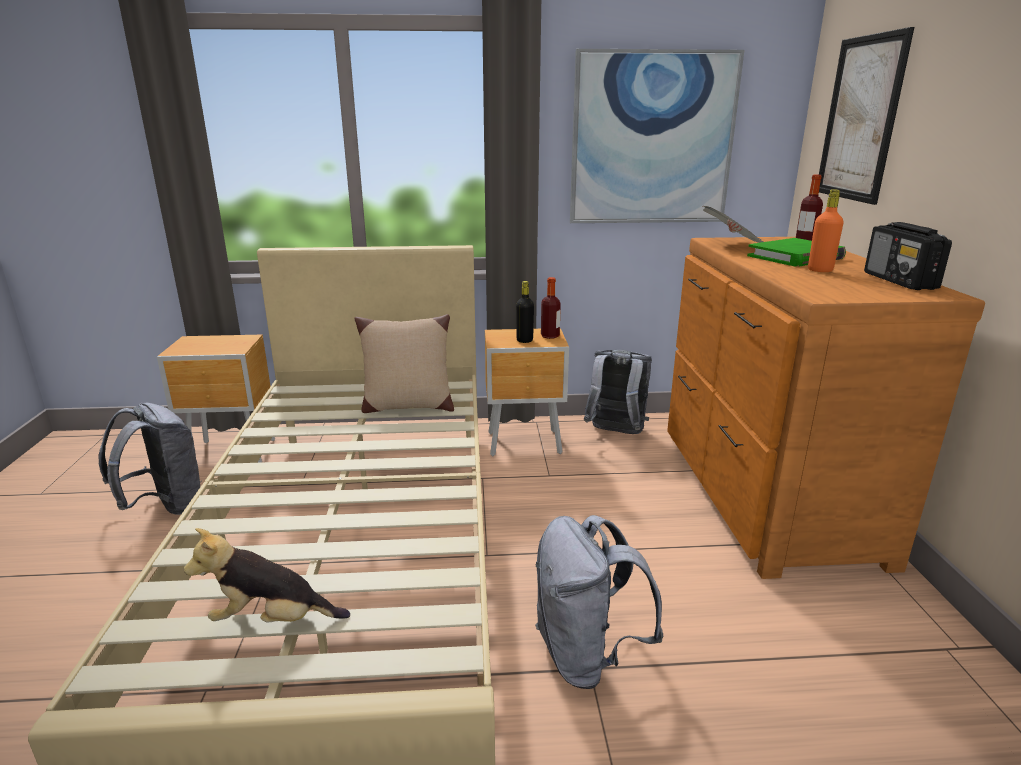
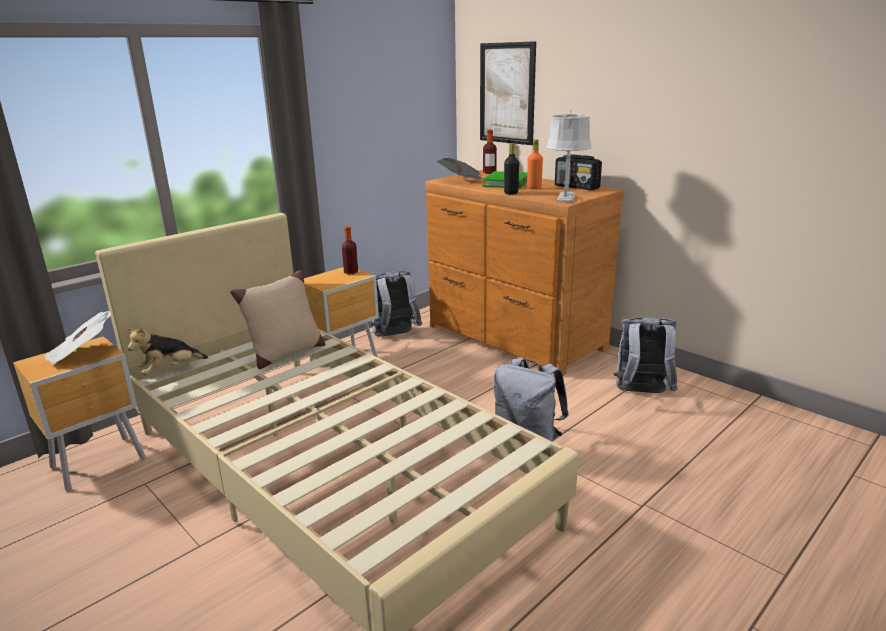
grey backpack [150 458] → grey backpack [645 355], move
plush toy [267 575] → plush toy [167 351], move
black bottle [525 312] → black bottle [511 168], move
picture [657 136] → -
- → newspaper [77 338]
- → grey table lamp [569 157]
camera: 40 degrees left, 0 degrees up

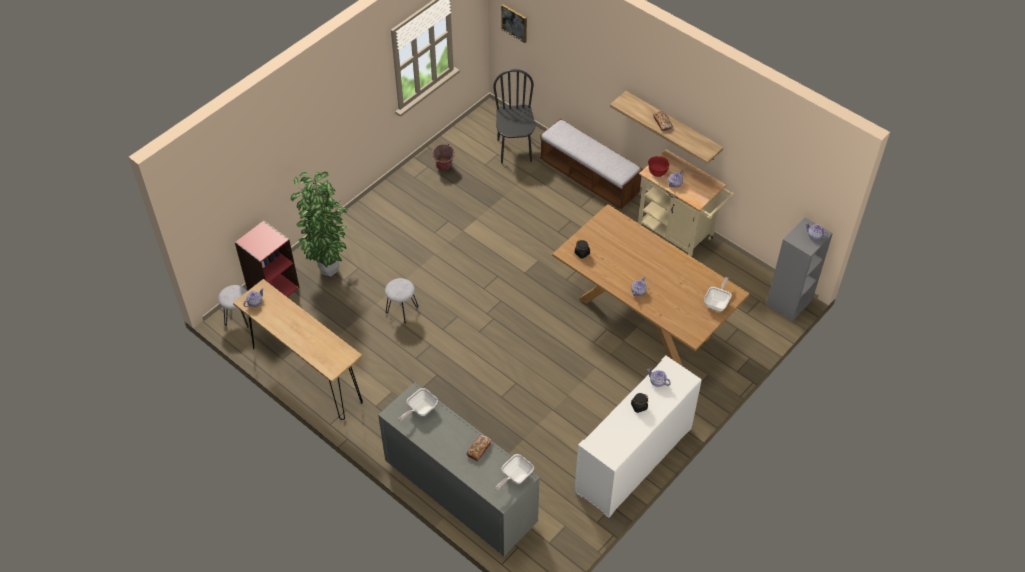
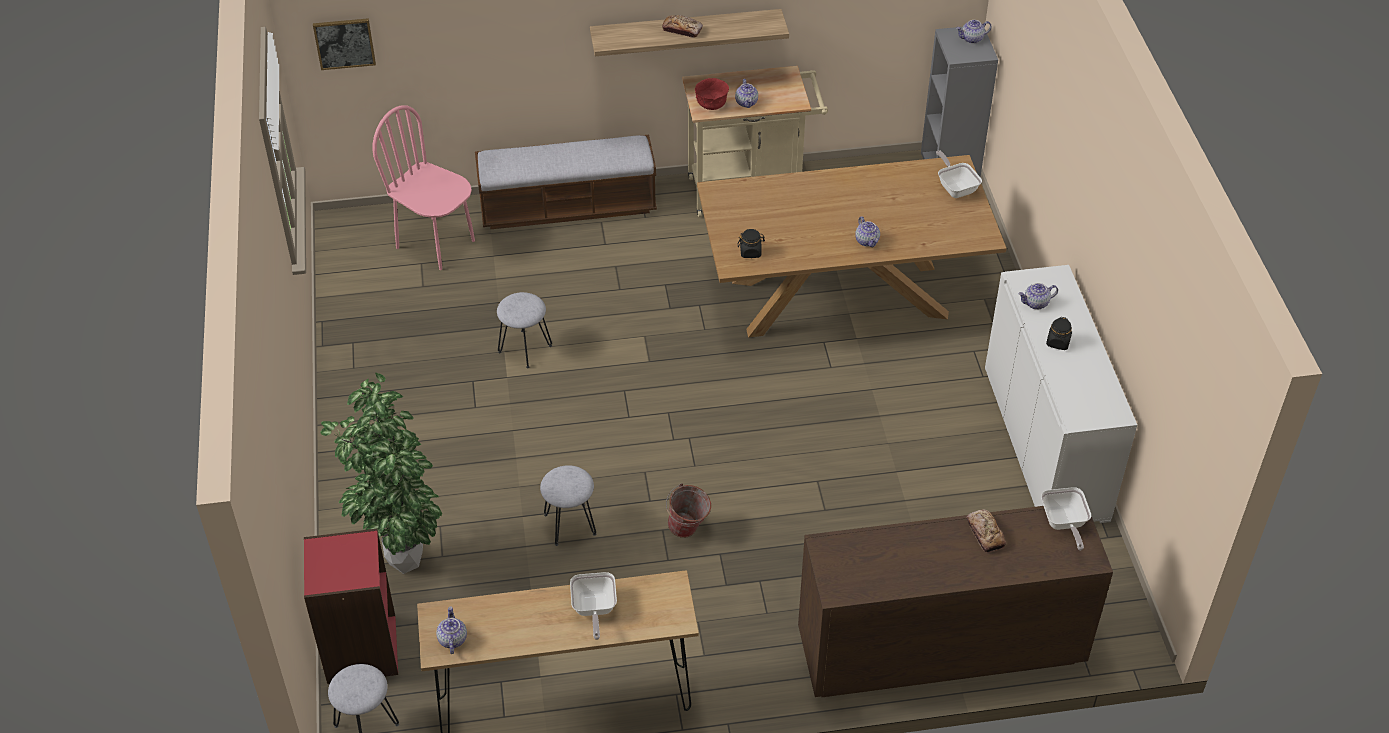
grey dresser [459 469] → brown dresser [955 601]
frying pan [418 405] → frying pan [593 606], move
bucket [443 157] → bucket [688 510], move
black chair [514 116] → pink chair [423 187]
- → grey stool [524 330]
camera: 50 degrees left, 5 degrees down

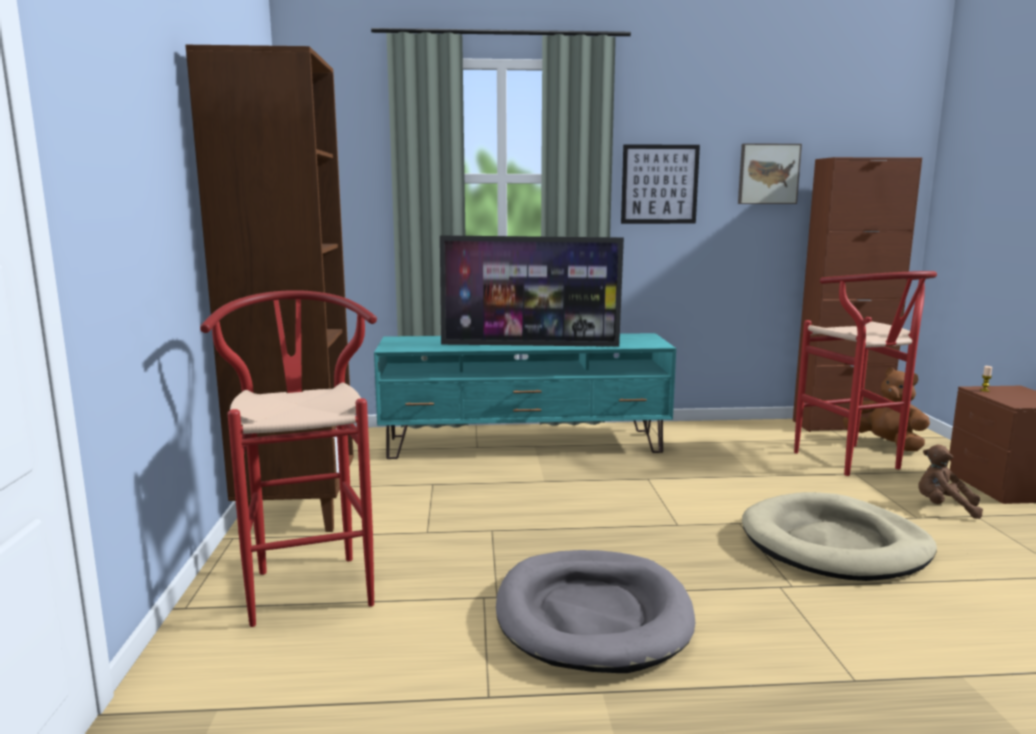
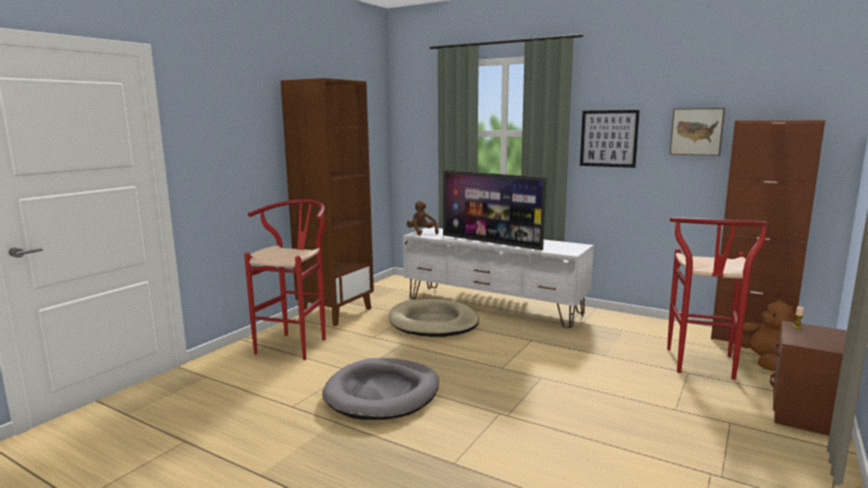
turquoise tv stand [525 396] → white tv stand [498 277]
beige dog bed [839 536] → beige dog bed [434 318], move
brown plush toy [950 482] → brown plush toy [423 217], move
camera: 35 degrees right, 0 degrees up

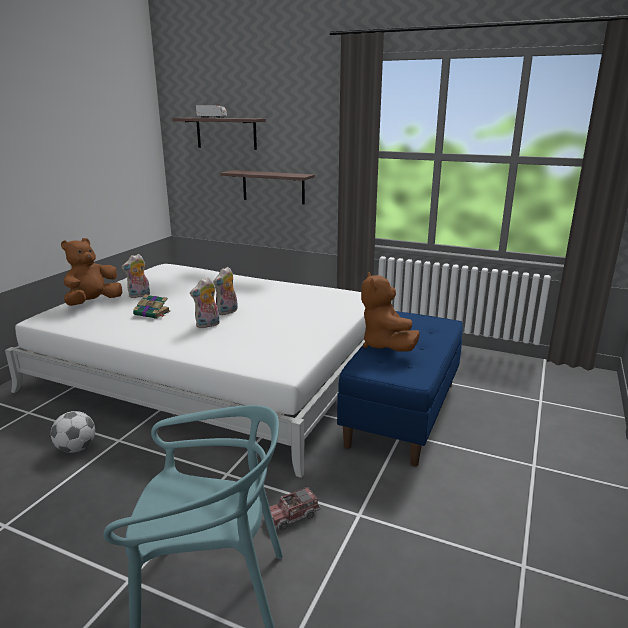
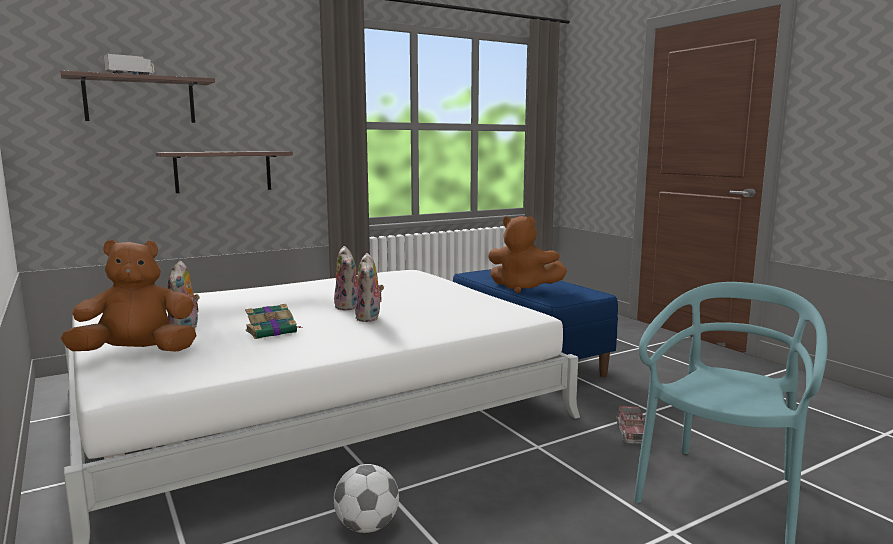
brown plush toy [91 272] → brown plush toy [129 296], 90 degrees clockwise
camera: 55 degrees left, 10 degrees down

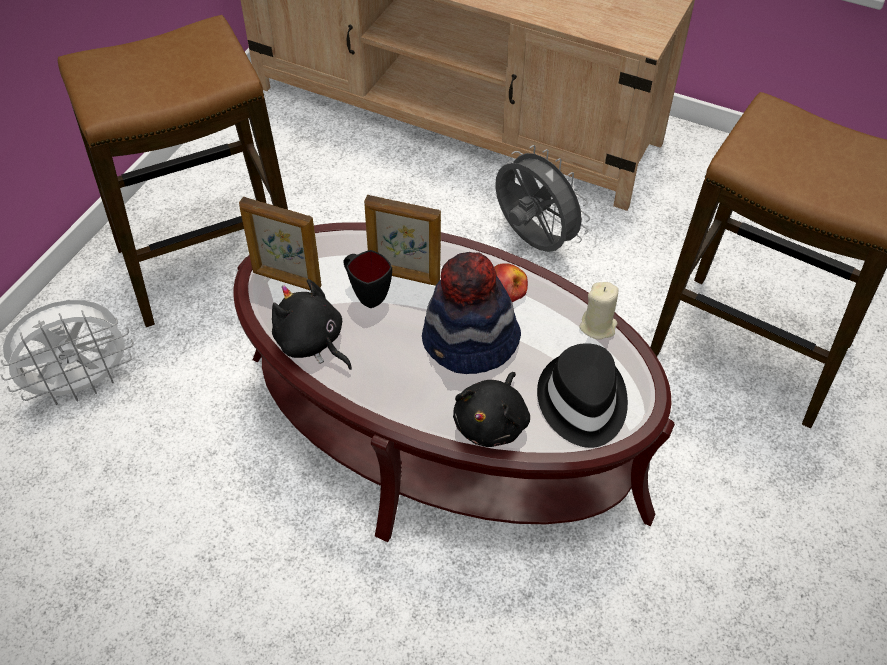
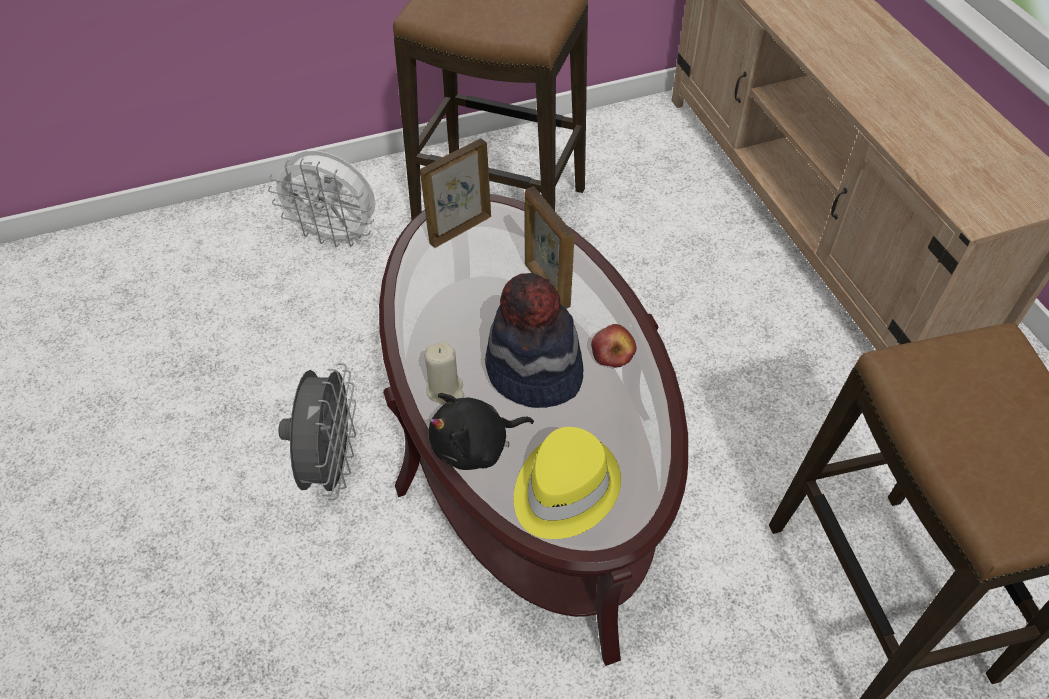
picture frame [280 243] → picture frame [455 193], 75 degrees clockwise
black plush toy [312 324] → -
black mug [367 279] → -
grey fan [542 198] → grey fan [317 431], move
black hat [582 395] → yellow hat [567 483]
beige candle [599 311] → beige candle [444 373], move
camera: 45 degrees right, 0 degrees up

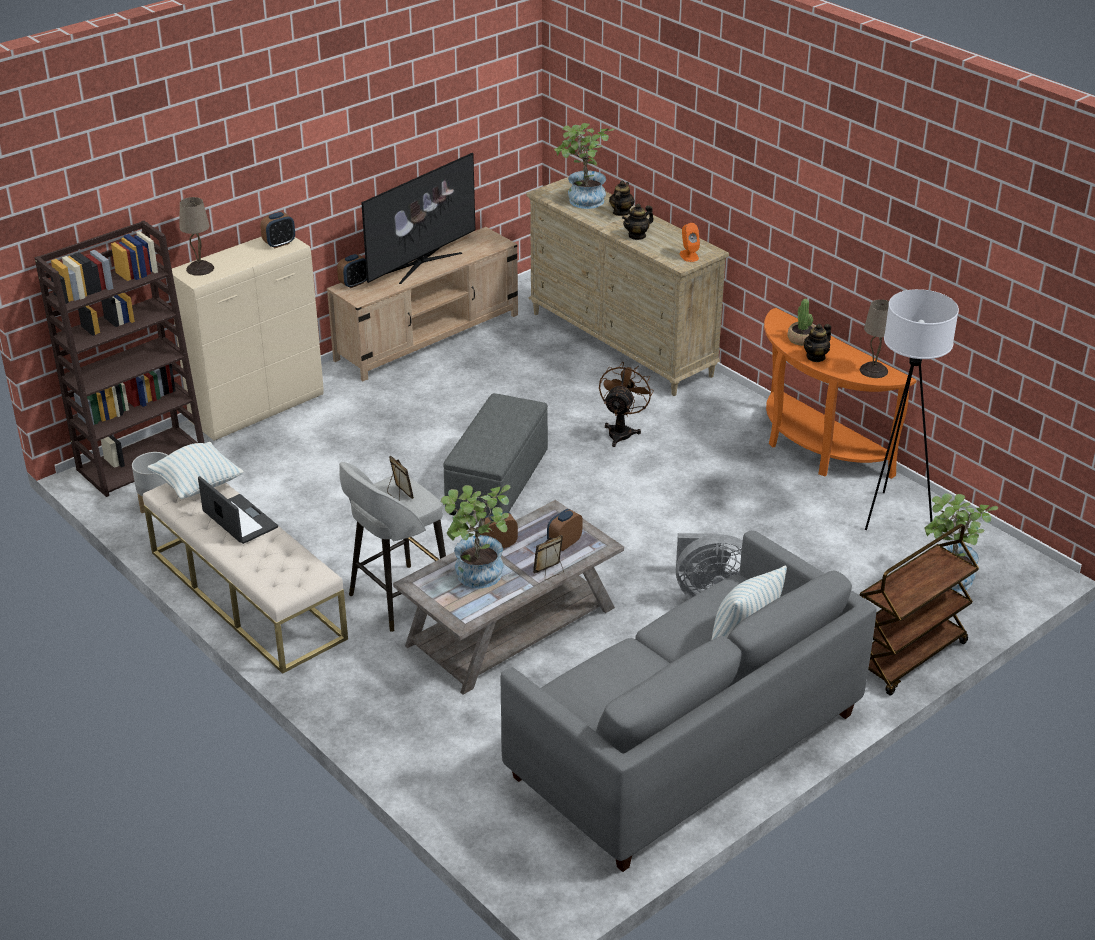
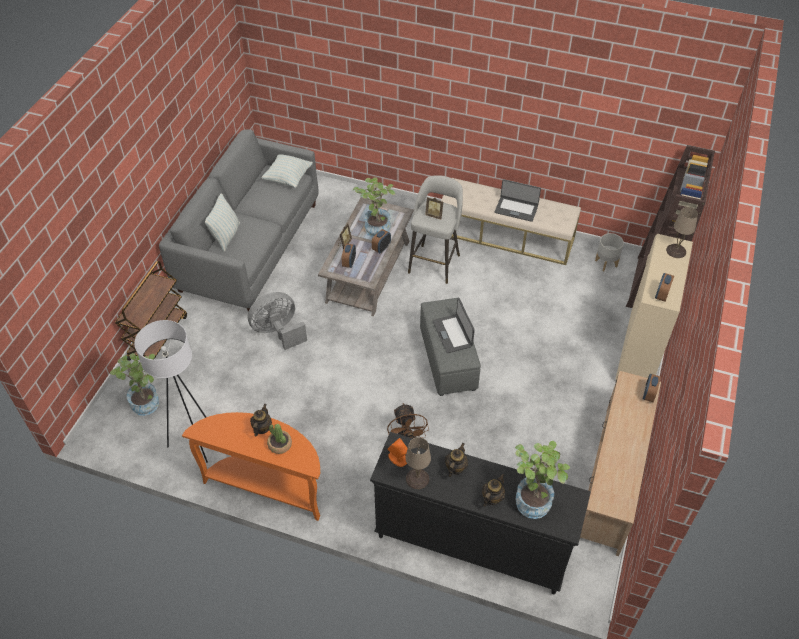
pillow [196 470] → pillow [287 171], move
television [418 218] → -
beige dresser [627 286] → black dresser [480 513]
teapot [622 198] → teapot [493 490], 135 degrees counterclockwise
beige table lamp [874 338] → beige table lamp [418 463], move
- → laptop [453 325]
camera: 150 degrees right, 15 degrees up

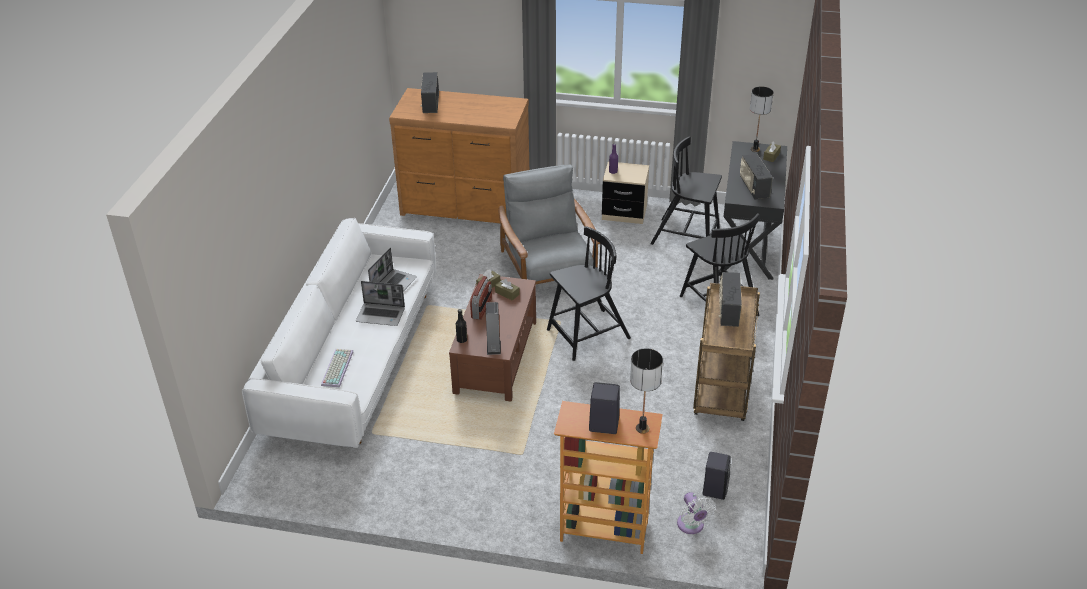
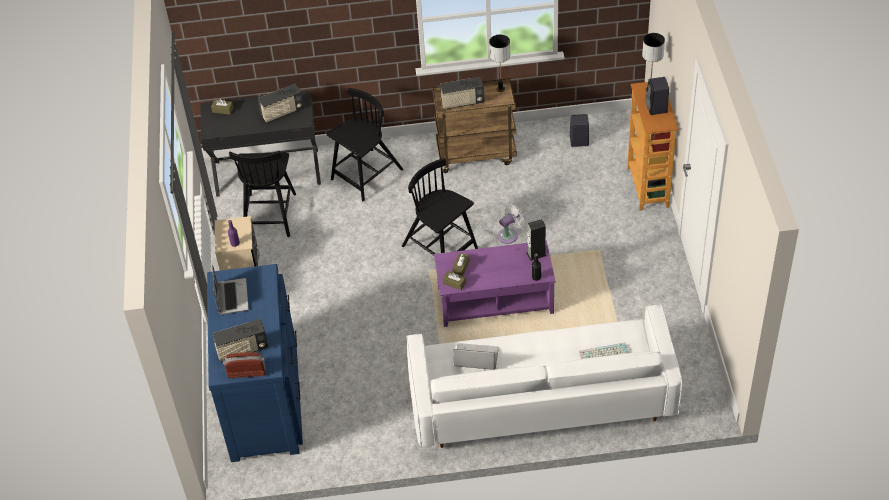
laptop [380 303] → laptop [230 290], move
brown dresser [459 155] → blue dresser [255 363]
brown coffee table [492 338] → purple coffee table [495 283]
radio [481 298] → radio [244 365], move
grey armchair [549 224] → -
white fan [696 513] → white fan [511 224], move
table lamp [762 119] → table lamp [499 63], move
camera: 105 degrees left, 10 degrees up

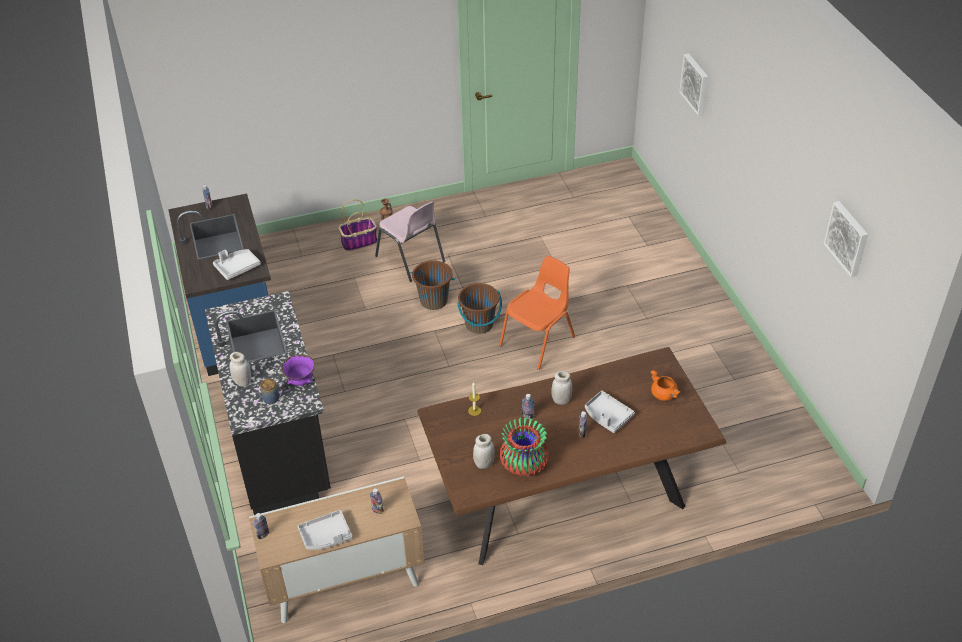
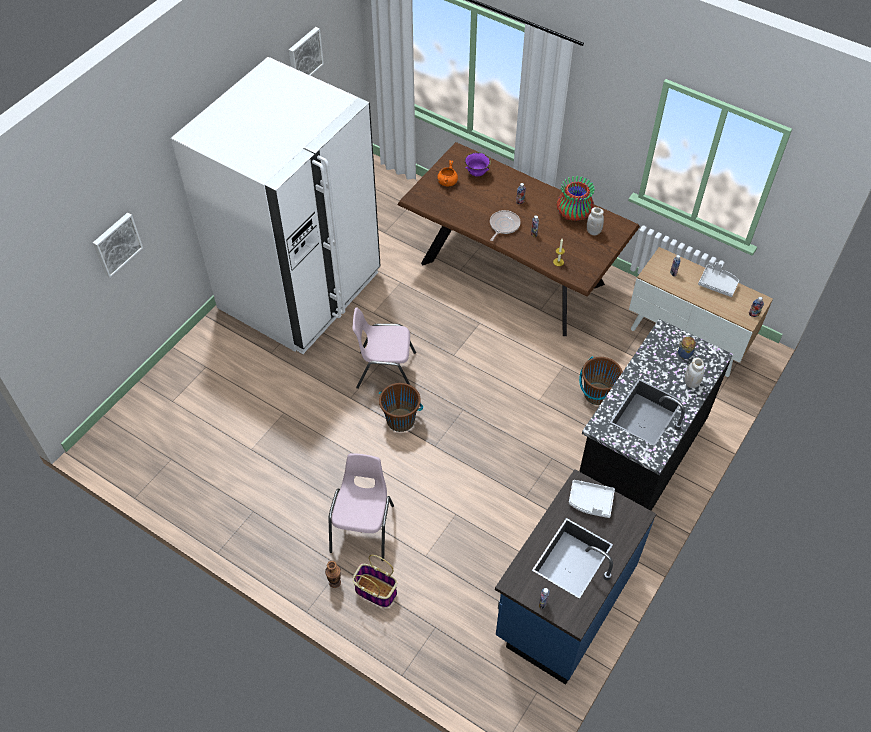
purple bowl [298 370] → purple bowl [478 164], move
brown bucket [432 285] → brown bucket [601 380], move
orange chair [537 313] → pink chair [384 348]
white jar [562 388] → frying pan [505 225]
grey tray [610 412] → -
- → white fridge [276 205]
camera: 130 degrees left, 10 degrees up

